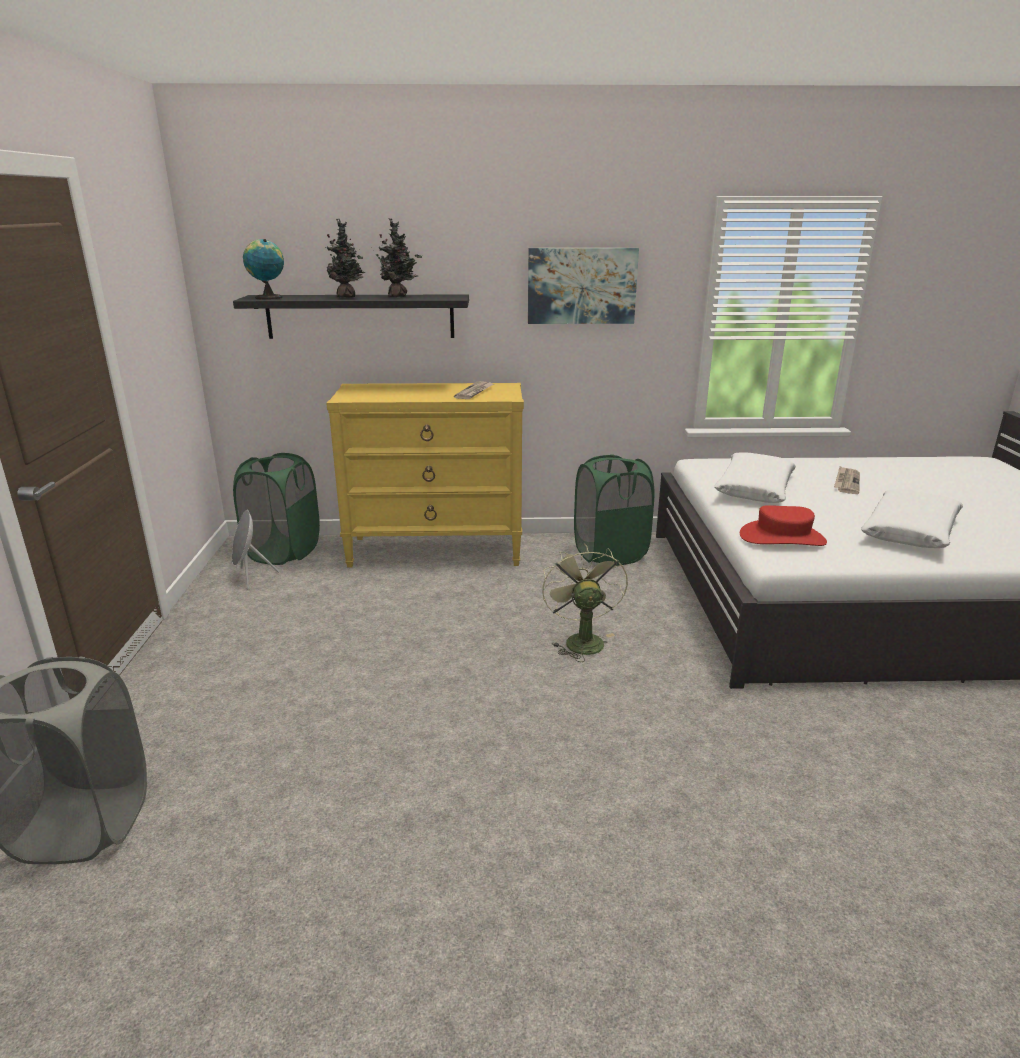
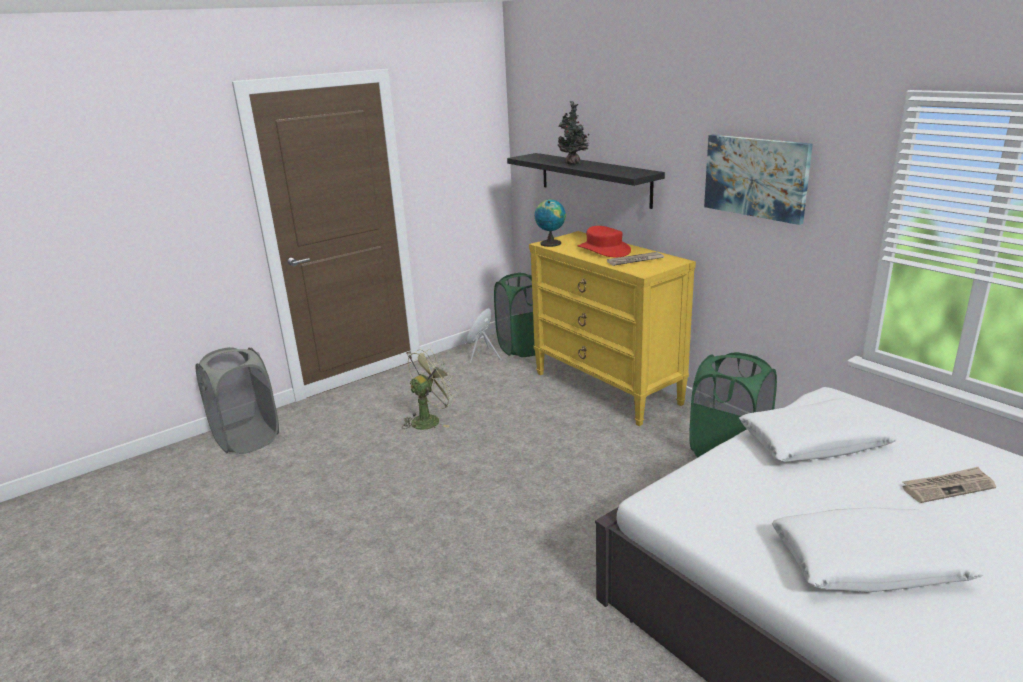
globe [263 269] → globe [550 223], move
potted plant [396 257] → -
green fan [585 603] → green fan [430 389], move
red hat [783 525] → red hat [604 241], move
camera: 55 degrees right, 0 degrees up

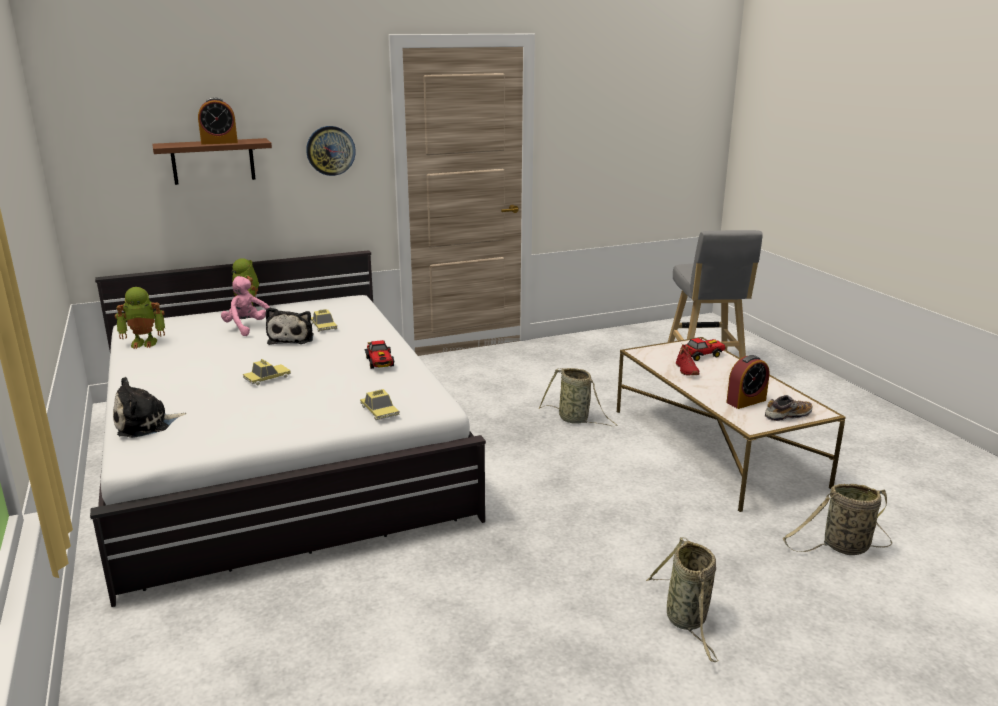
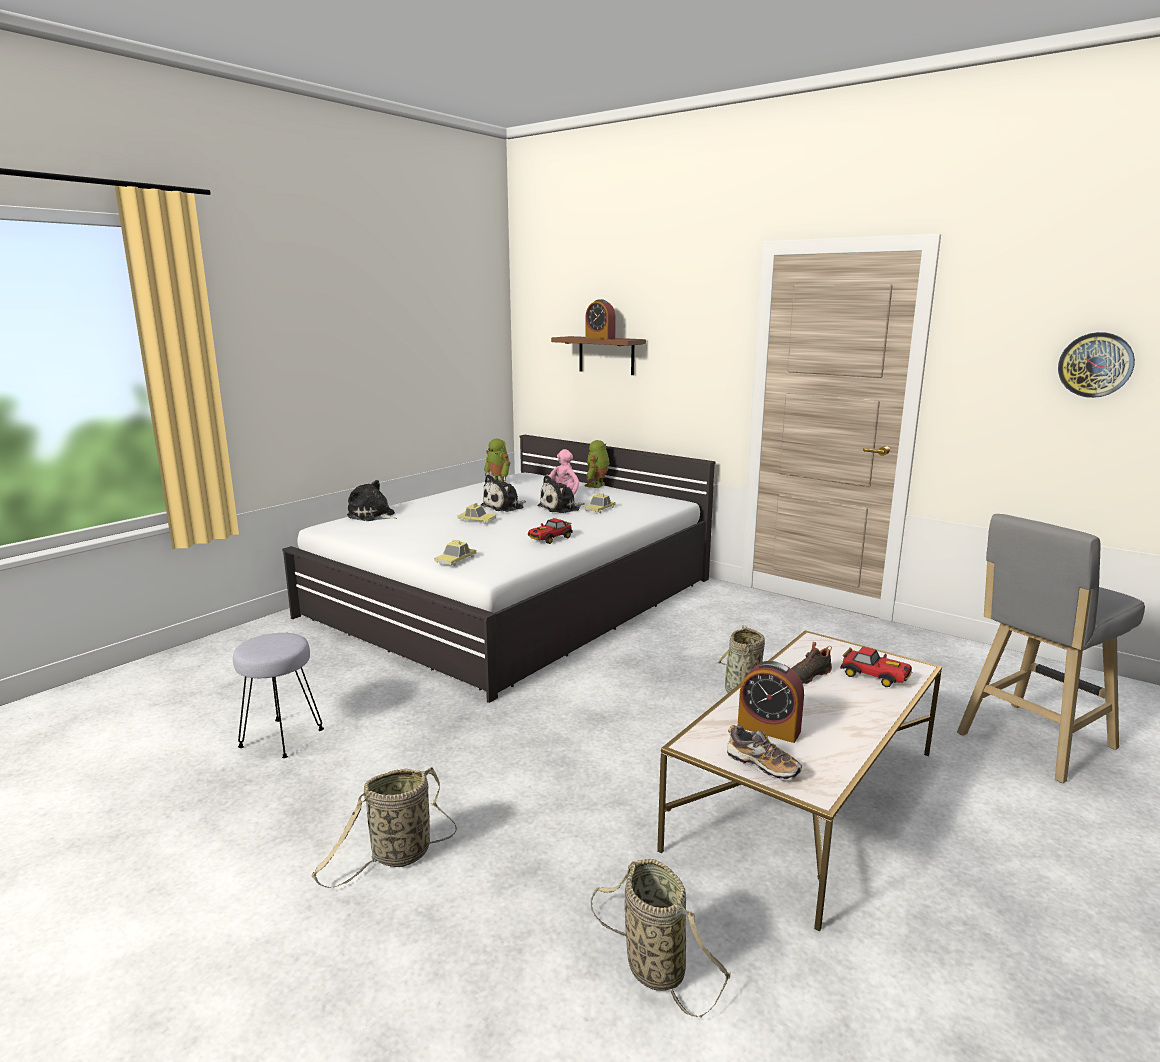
wall clock [331 151] → wall clock [1096 365], move
red shoe [687 360] → black shoe [811 663]
- → grey stool [278 695]
- → plush toy [503 493]
camera: 60 degrees right, 5 degrees down

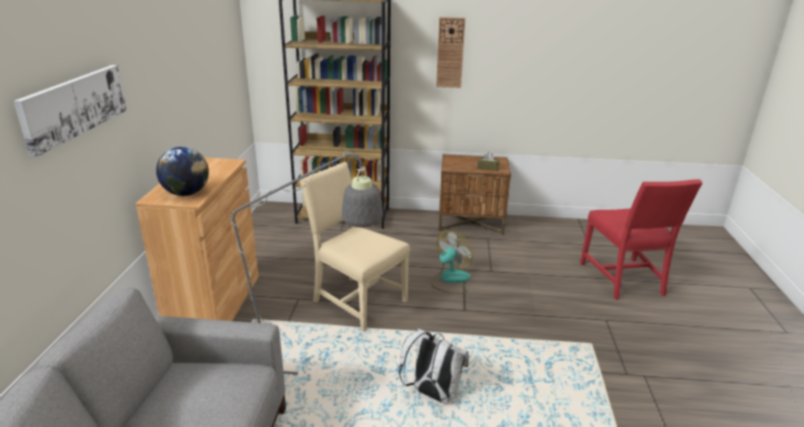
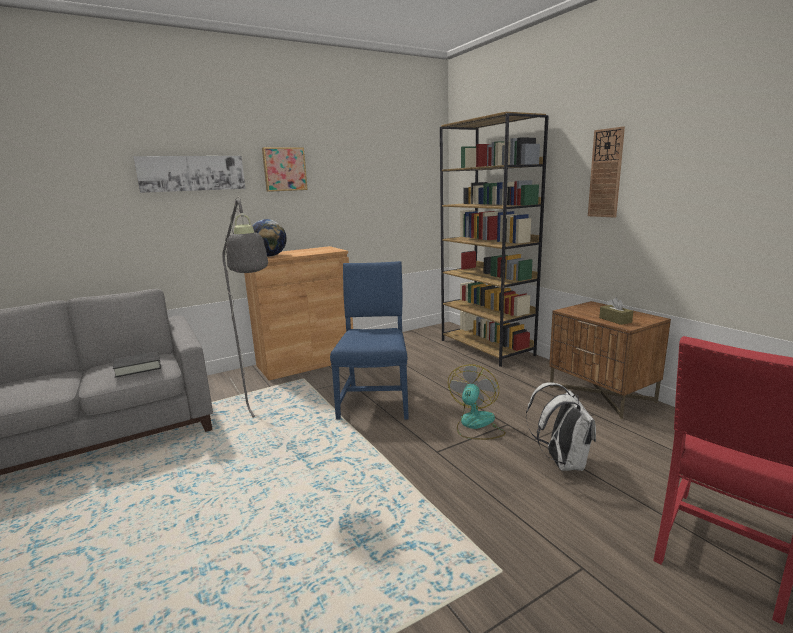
beige chair [354 247] → blue chair [369 340]
white backpack [434 366] → white backpack [561 426], move
fan [452 262] → fan [477 402], 75 degrees counterclockwise
- → black book [137 364]
- → picture [285 169]
camera: 55 degrees right, 10 degrees down

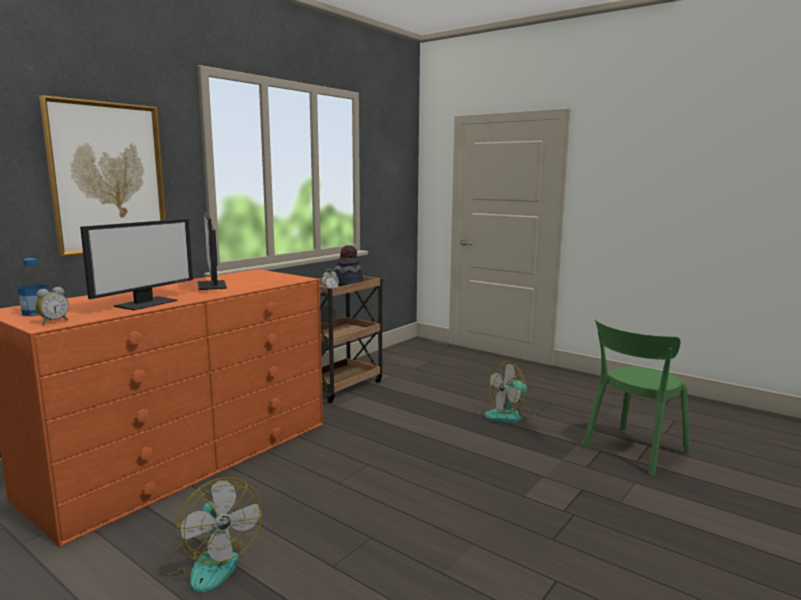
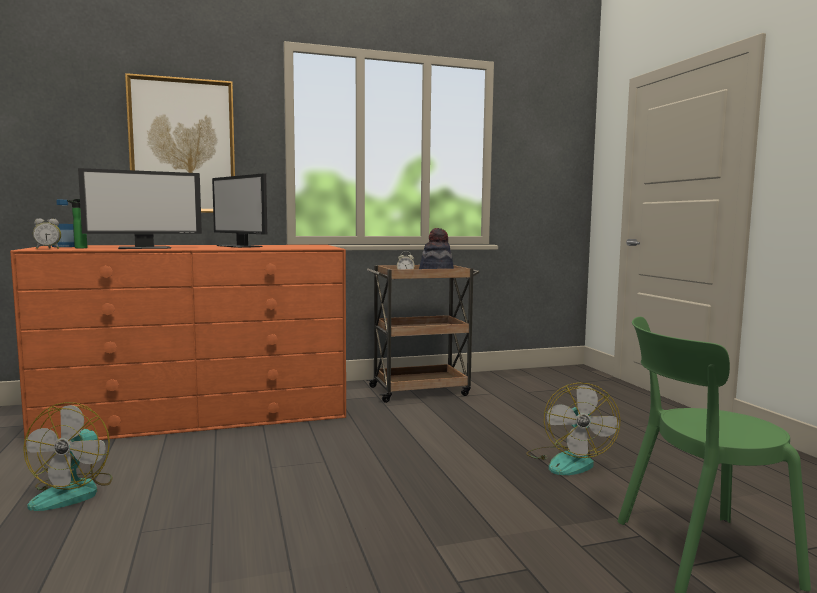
monitor [212 251] → monitor [239 210], 60 degrees counterclockwise
fan [509 392] → fan [573 429], 90 degrees counterclockwise
- → bottle [77 223]
camera: 35 degrees right, 5 degrees down

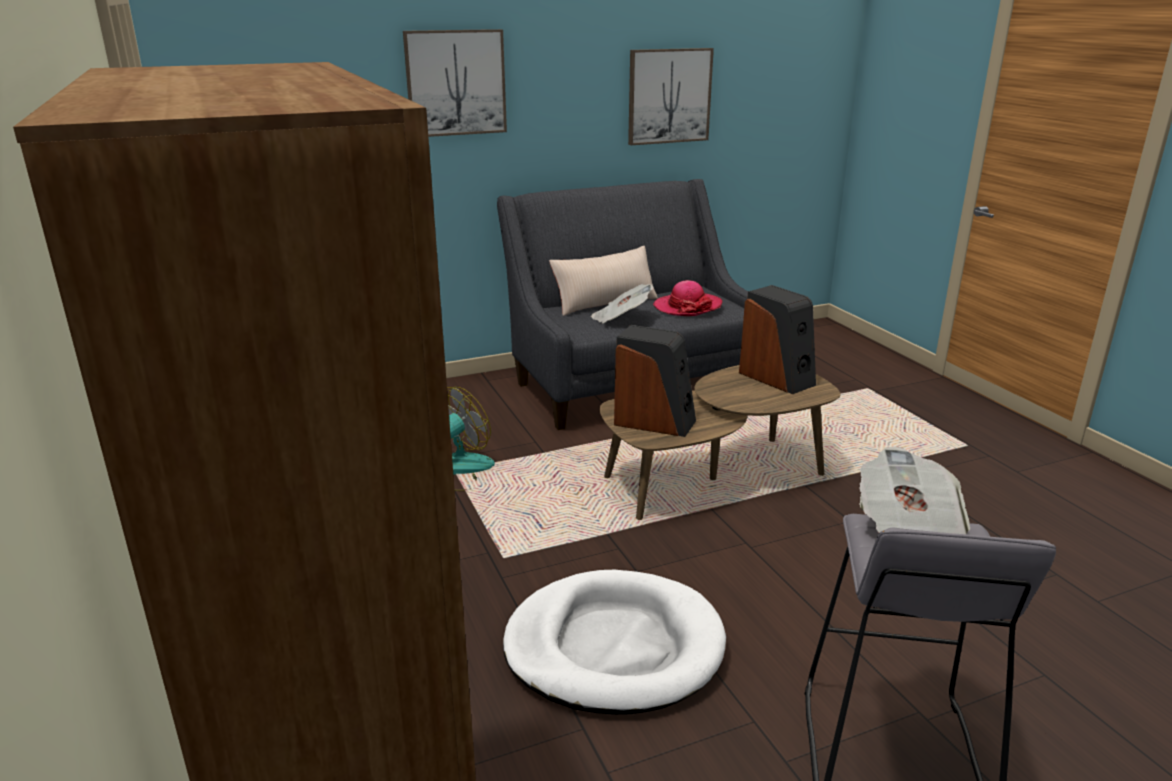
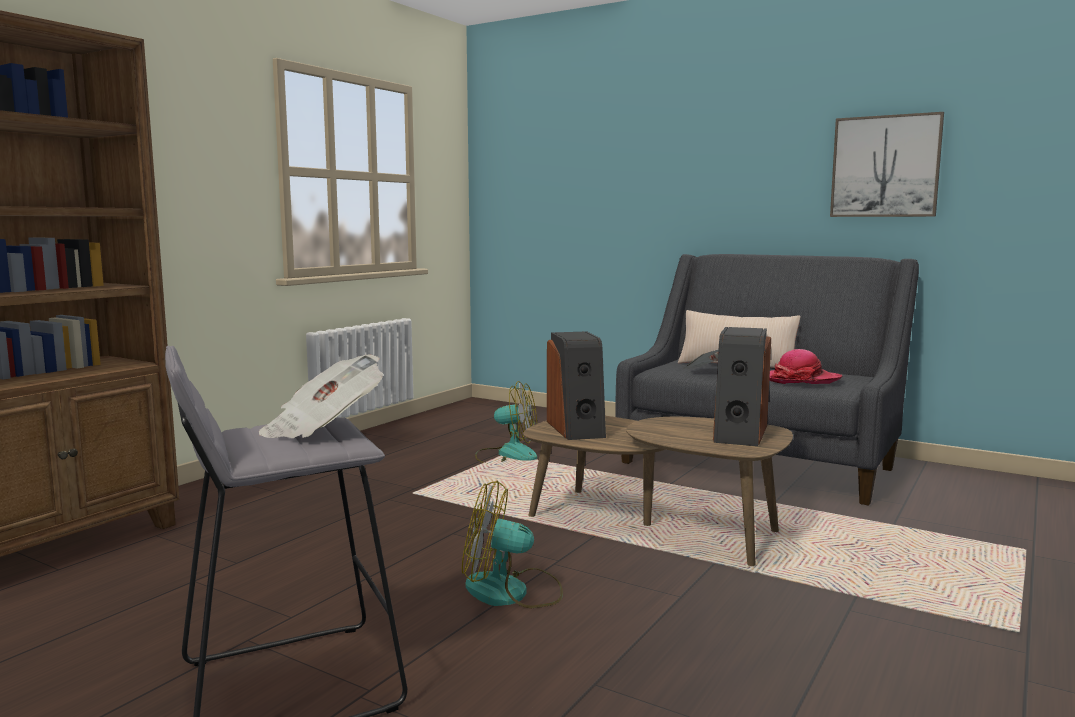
picture [455 83] → -
white dog bed [614 642] → -
- → fan [512 544]
camera: 55 degrees right, 15 degrees down

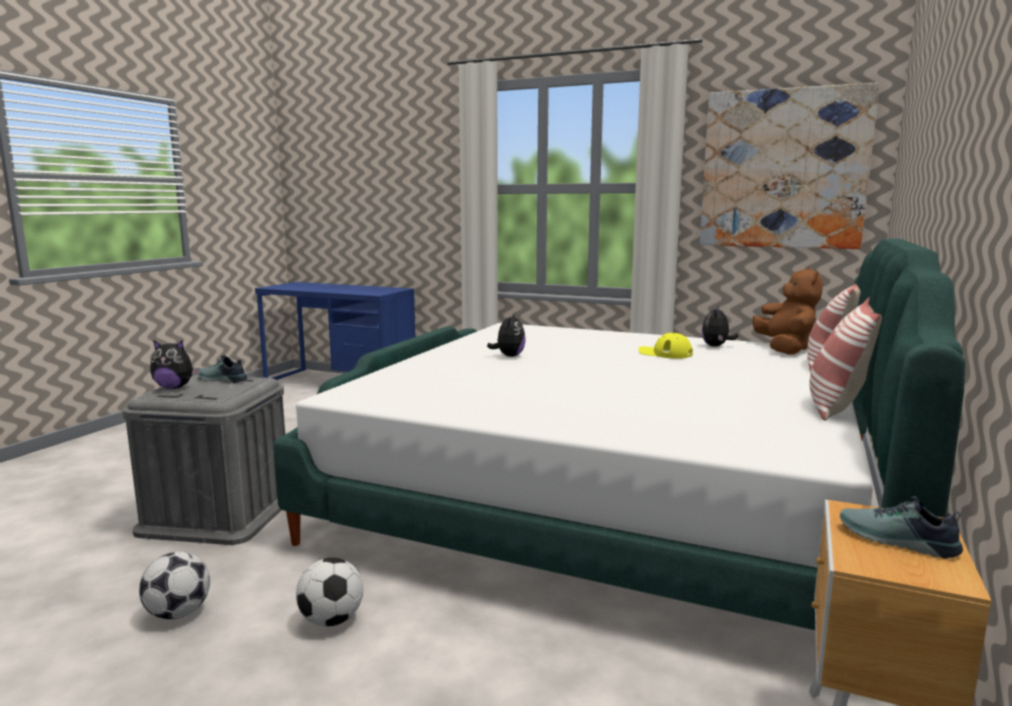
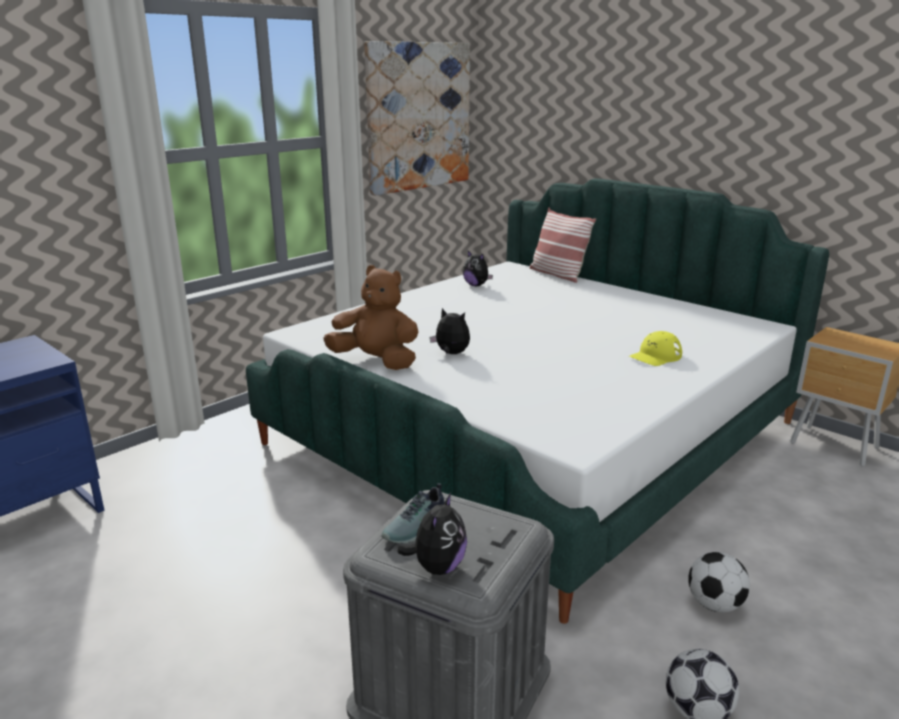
yellow cap [665 346] → yellow cap [655 348], move
brown plush toy [787 311] → brown plush toy [371 317], move
pillow [845 359] → -
shoe [901 527] → -
camera: 70 degrees left, 10 degrees up

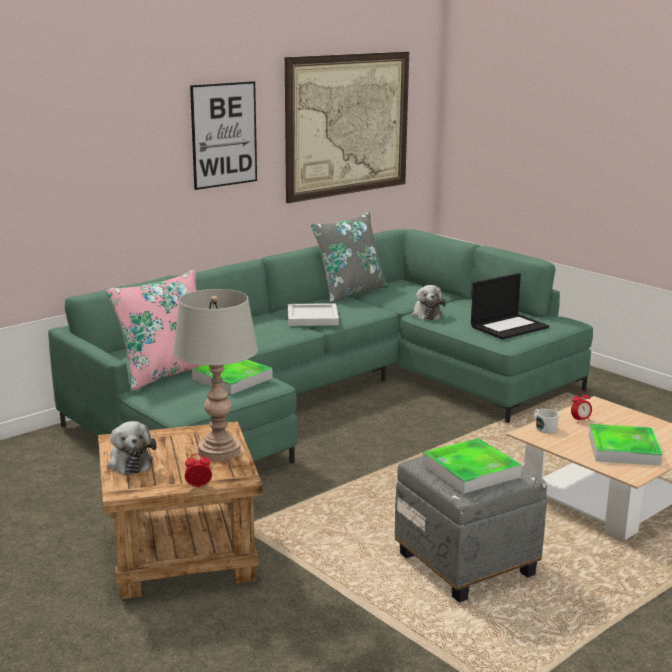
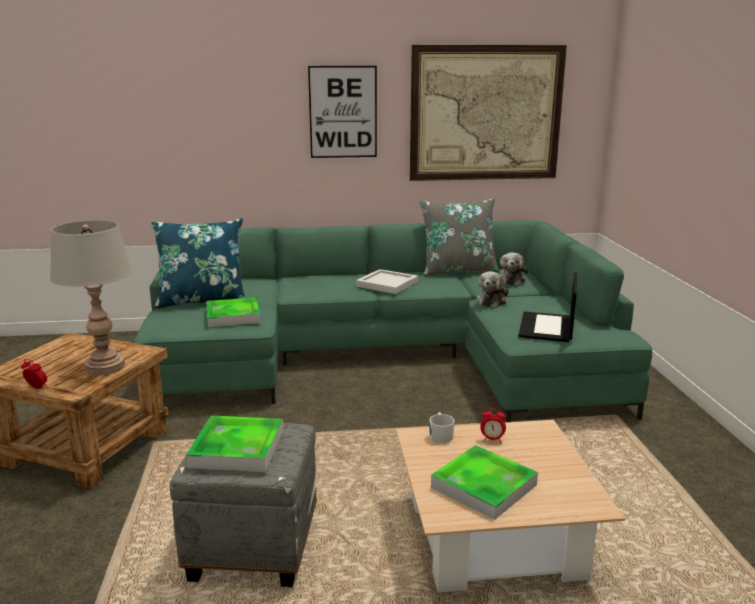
pink pillow [154 330] → blue pillow [198 263]
plush toy [132 448] → plush toy [514 268], move
laptop [510 306] → laptop [547 307], 105 degrees clockwise
camera: 35 degrees right, 0 degrees up

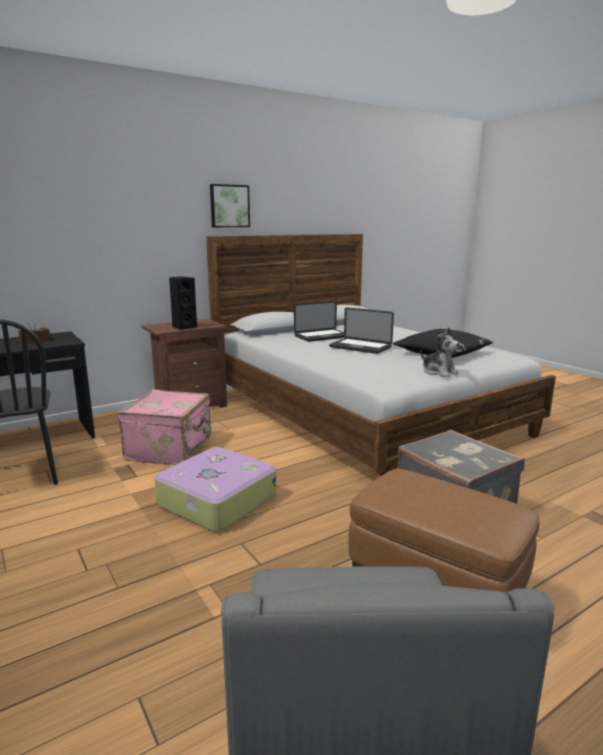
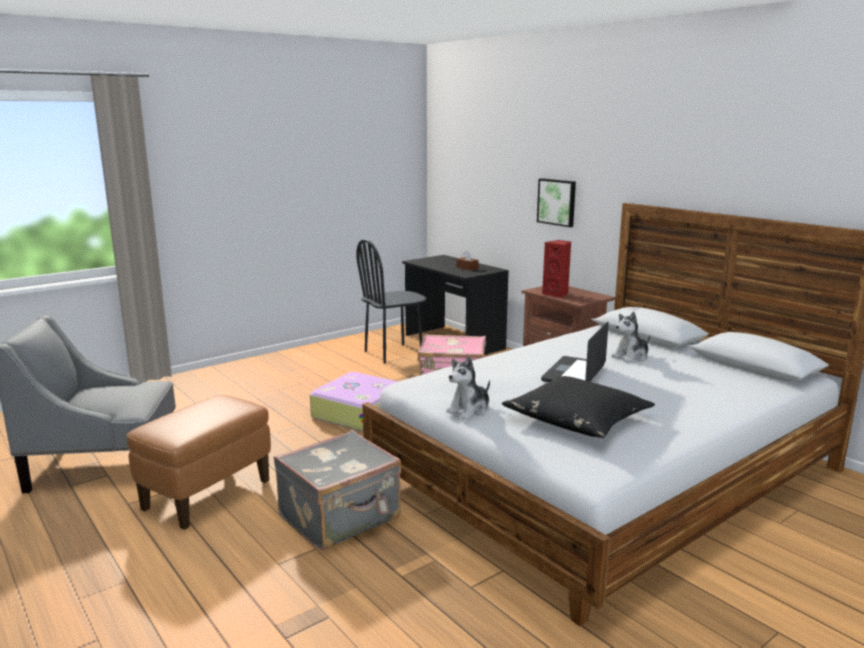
black speaker [183 303] → red speaker [556 269]
picture [230 205] → picture [556 202], move
laptop [319 321] → plush toy [630 337]
camera: 85 degrees right, 0 degrees up

